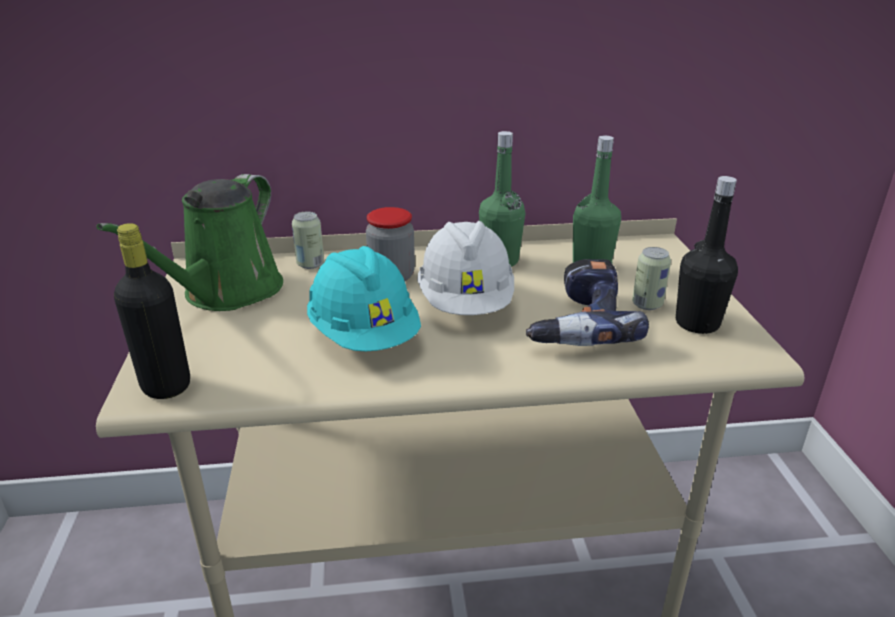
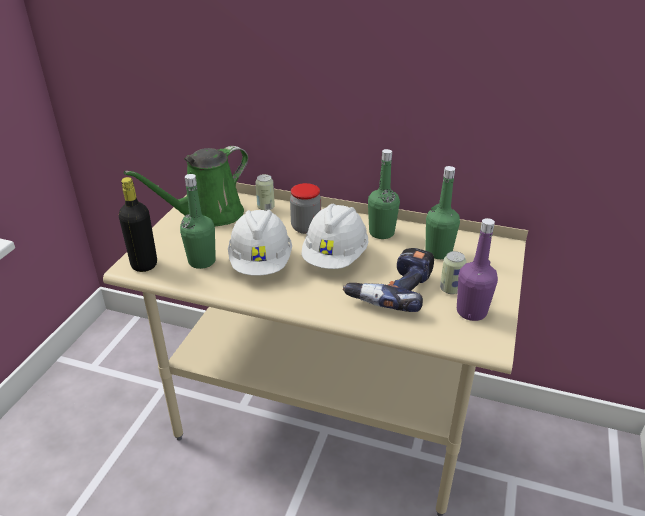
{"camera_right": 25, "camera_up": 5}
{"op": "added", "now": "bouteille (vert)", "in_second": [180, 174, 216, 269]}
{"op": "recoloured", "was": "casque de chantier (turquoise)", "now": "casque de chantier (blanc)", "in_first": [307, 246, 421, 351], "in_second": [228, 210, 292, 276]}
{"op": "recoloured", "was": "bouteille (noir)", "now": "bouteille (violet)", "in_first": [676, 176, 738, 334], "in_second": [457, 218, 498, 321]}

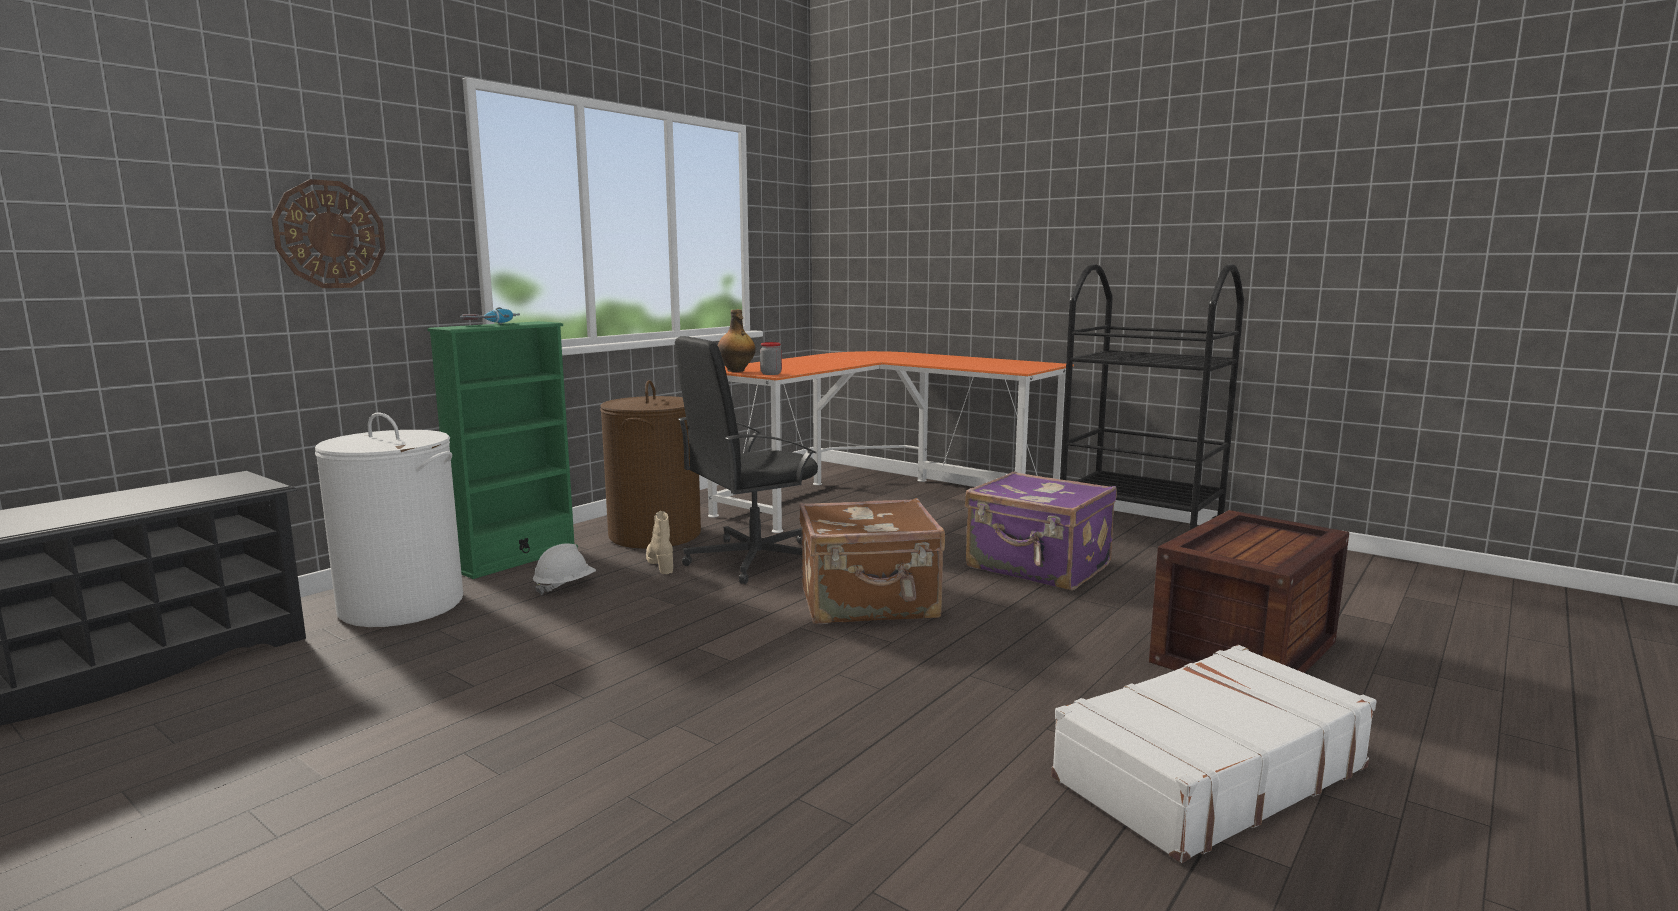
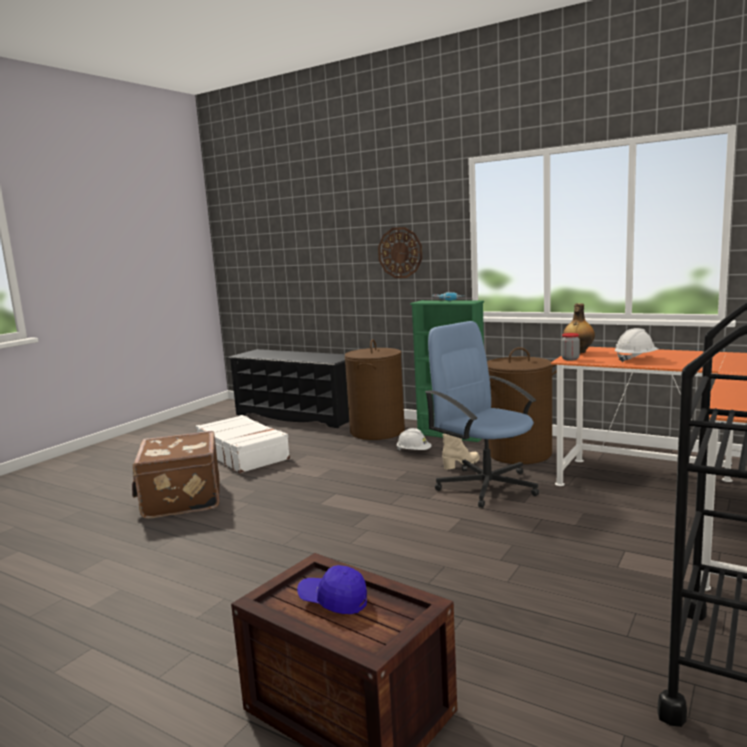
{"camera_right": 85, "camera_up": 0}
{"op": "moved", "was": "valise (marron)", "in_first": [799, 498, 945, 624], "in_second": [132, 431, 220, 519]}
{"op": "moved", "was": "valise (blanc)", "in_first": [1051, 645, 1376, 863], "in_second": [196, 415, 290, 473]}
{"op": "added", "now": "casquette (bleu)", "in_second": [297, 565, 367, 614]}
{"op": "recoloured", "was": "panier à linge (blanc)", "now": "panier à linge (marron)", "in_first": [315, 412, 463, 627], "in_second": [344, 339, 405, 440]}
{"op": "recoloured", "was": "chaise de bureau (noir)", "now": "chaise de bureau (bleu)", "in_first": [675, 336, 818, 584], "in_second": [425, 321, 539, 508]}
{"op": "added", "now": "casque de chantier (blanc)", "in_second": [615, 328, 658, 362]}
{"op": "removed", "was": "valise (violet)", "in_first": [965, 471, 1117, 591]}

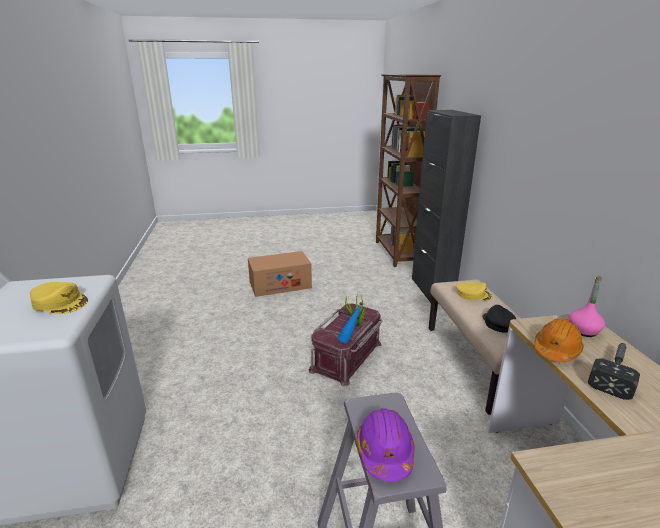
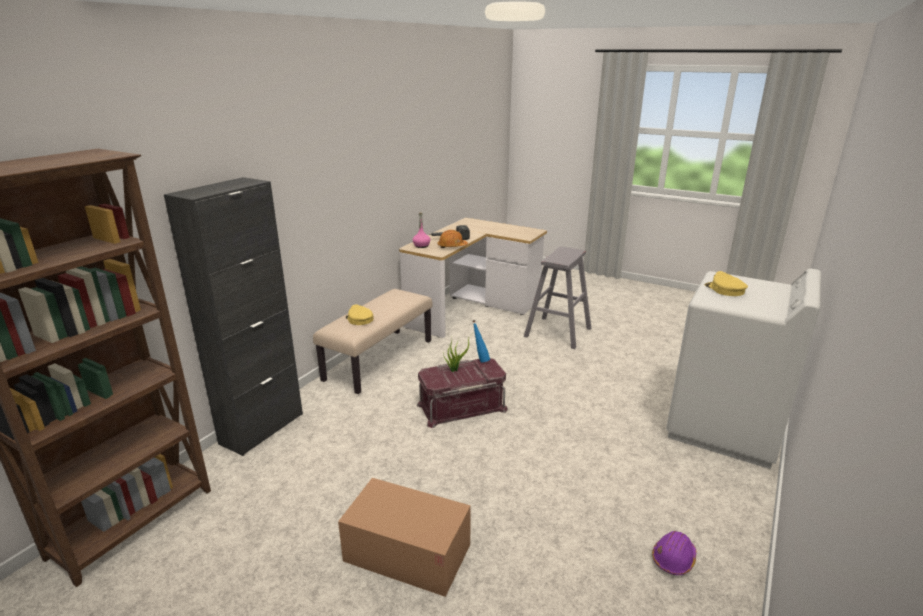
{"camera_right": -140, "camera_up": 0}
{"op": "moved", "was": "casque de chantier (violet)", "in_first": [357, 408, 415, 482], "in_second": [652, 531, 697, 575]}
{"op": "removed", "was": "casquette (noir)", "in_first": [483, 305, 516, 333]}

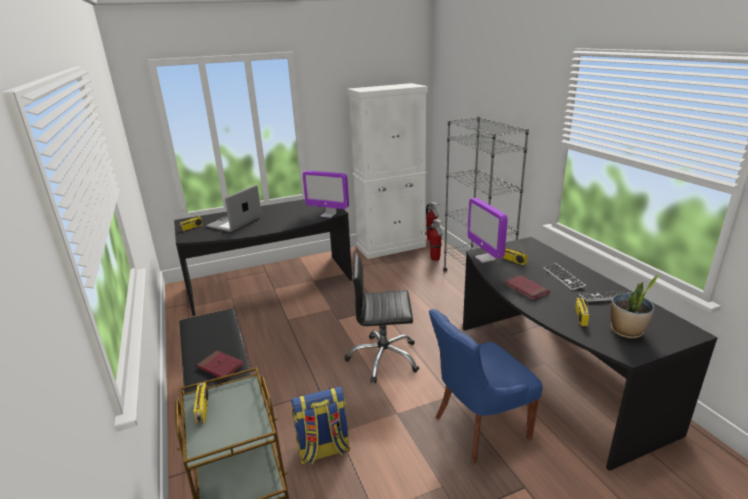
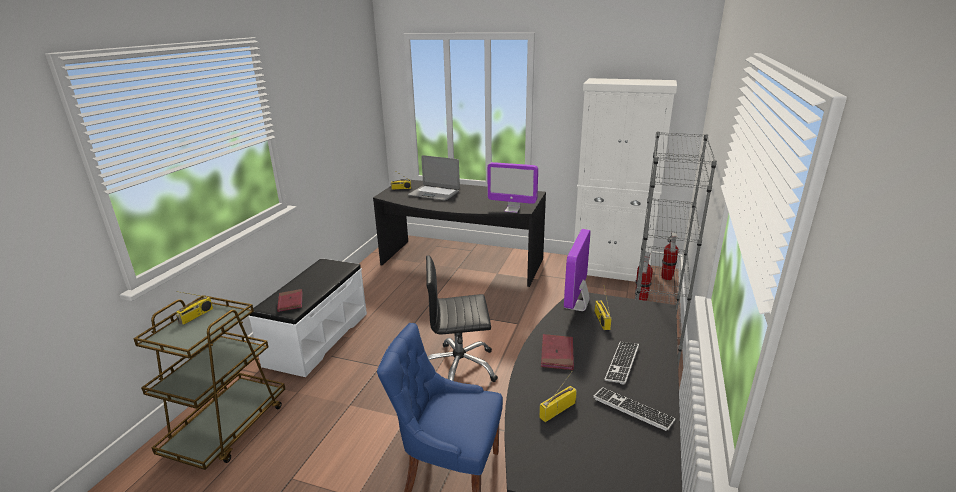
{"camera_right": 40, "camera_up": 0}
{"op": "turned", "was": "ordinateur portable", "in_first": [207, 185, 262, 232], "in_second": [408, 155, 460, 200], "clockwise": -135}
{"op": "turned", "was": "chaise de bureau (noir)", "in_first": [345, 253, 419, 383], "in_second": [426, 255, 498, 382], "clockwise": -45}
{"op": "turned", "was": "écran d'ordinateur", "in_first": [303, 171, 349, 218], "in_second": [487, 162, 538, 213], "clockwise": -45}
{"op": "removed", "was": "sac à dos", "in_first": [291, 386, 350, 465]}
{"op": "removed", "was": "plante en pot", "in_first": [611, 274, 661, 338]}

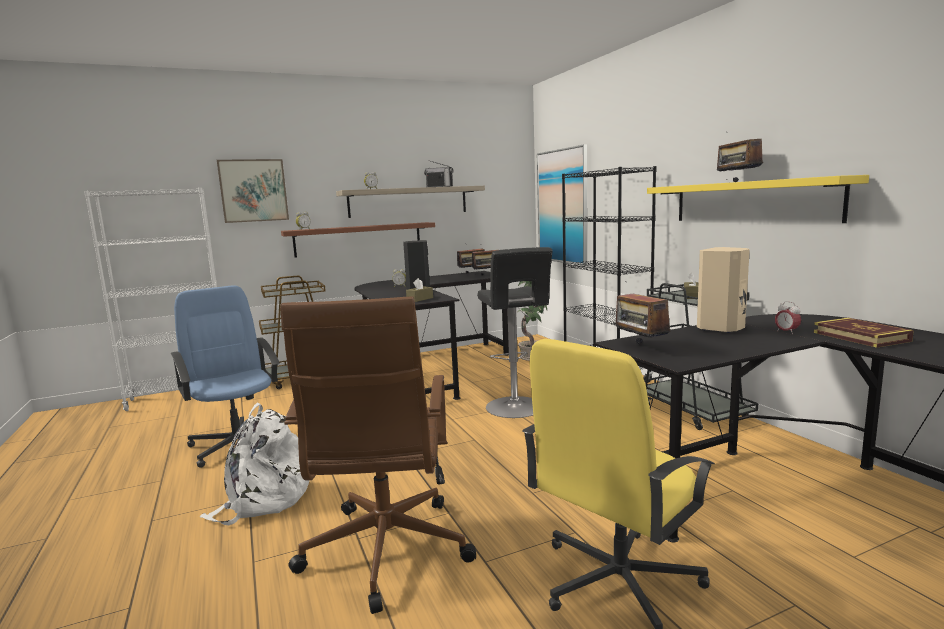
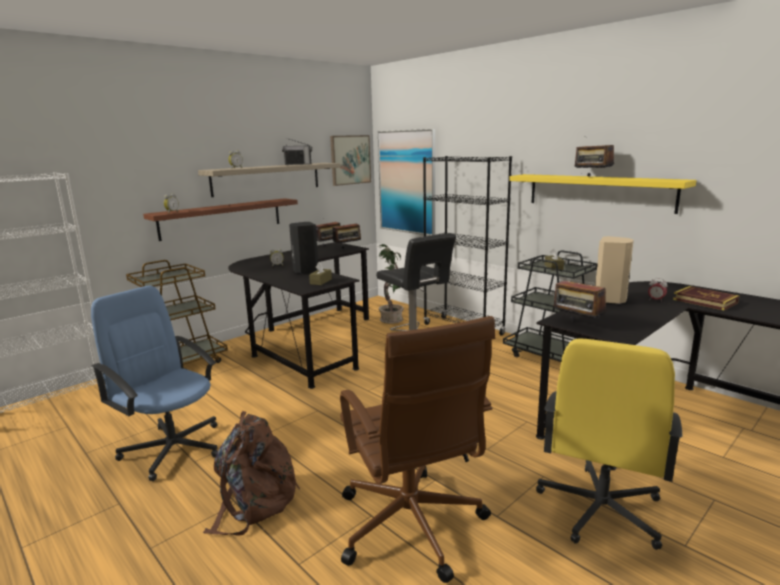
{"camera_right": -20, "camera_up": 5}
{"op": "recoloured", "was": "sac à dos (blanc)", "now": "sac à dos (marron)", "in_first": [199, 403, 310, 525], "in_second": [203, 411, 300, 536]}
{"op": "moved", "was": "tableau", "in_first": [217, 159, 289, 223], "in_second": [330, 135, 371, 186]}

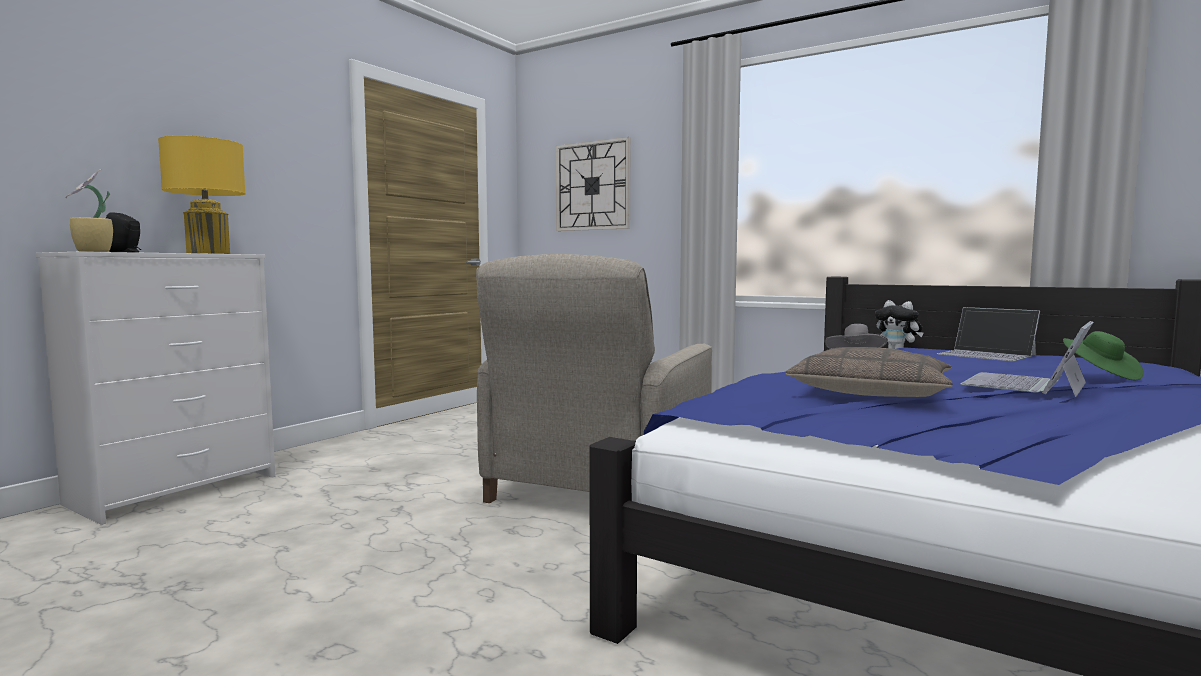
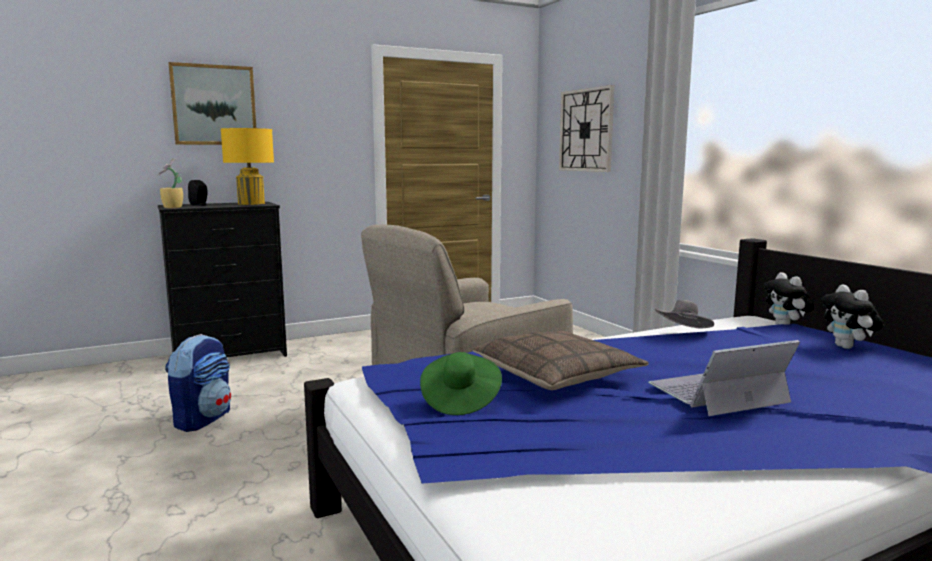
{"camera_right": 30, "camera_up": 5}
{"op": "recoloured", "was": "commode (blanc)", "now": "commode (noir)", "in_first": [36, 252, 275, 525], "in_second": [158, 202, 287, 357]}
{"op": "added", "now": "sac à dos", "in_second": [165, 334, 231, 432]}
{"op": "added", "now": "tableau", "in_second": [169, 62, 256, 145]}
{"op": "moved", "was": "chapeau (vert)", "in_first": [1063, 331, 1144, 380], "in_second": [420, 352, 502, 415]}
{"op": "replaced", "was": "ordinateur portable", "now": "peluche", "in_first": [937, 307, 1040, 361], "in_second": [821, 284, 883, 349]}

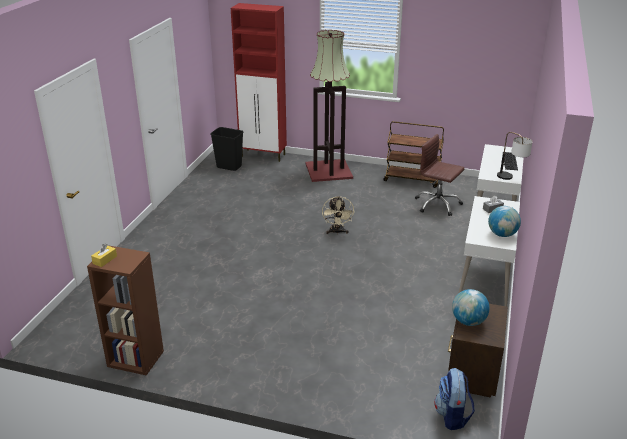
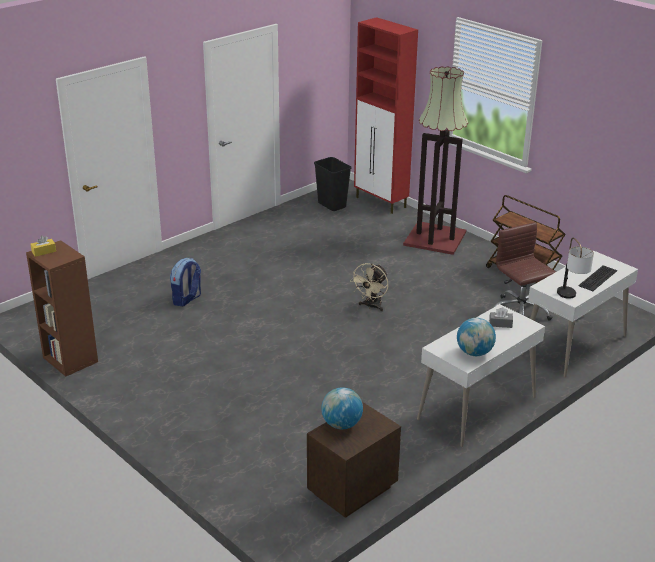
{"camera_right": 30, "camera_up": 0}
{"op": "moved", "was": "sac à dos", "in_first": [434, 368, 475, 430], "in_second": [170, 258, 201, 307]}

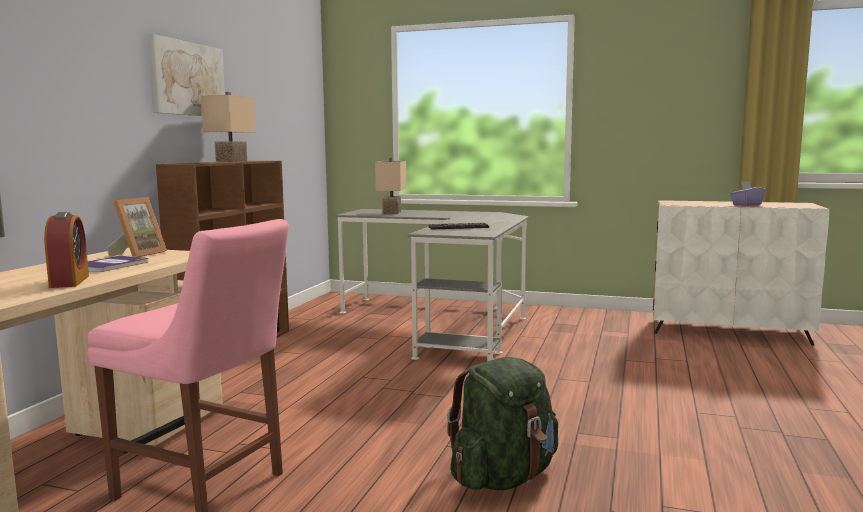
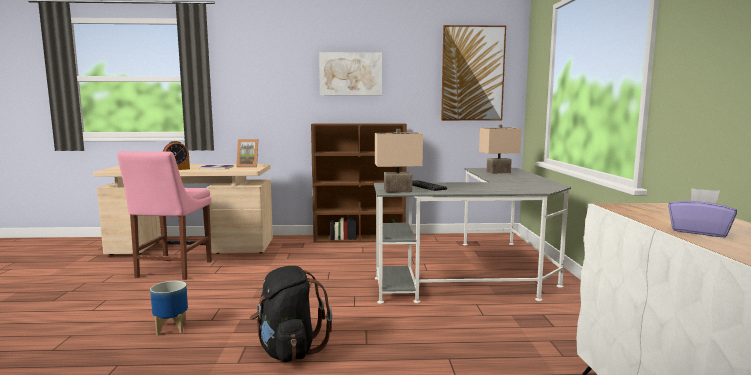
{"camera_right": 70, "camera_up": 0}
{"op": "replaced", "was": "sac à dos (vert)", "now": "cache-pot", "in_first": [447, 357, 558, 490], "in_second": [150, 281, 188, 336]}
{"op": "added", "now": "sac à dos (noir)", "in_second": [250, 266, 332, 362]}
{"op": "moved", "was": "lampe de table (beige)", "in_first": [201, 92, 256, 162], "in_second": [375, 129, 423, 193]}
{"op": "added", "now": "tableau", "in_second": [441, 25, 506, 121]}

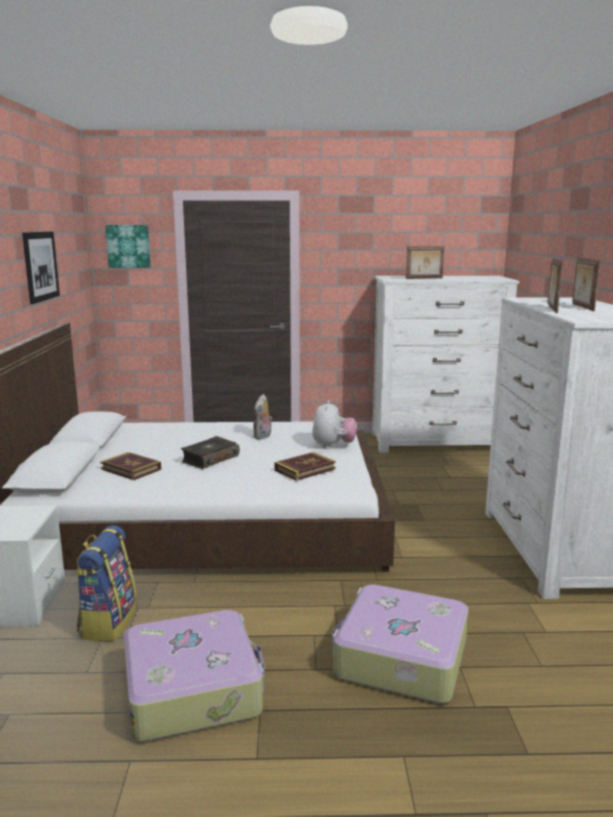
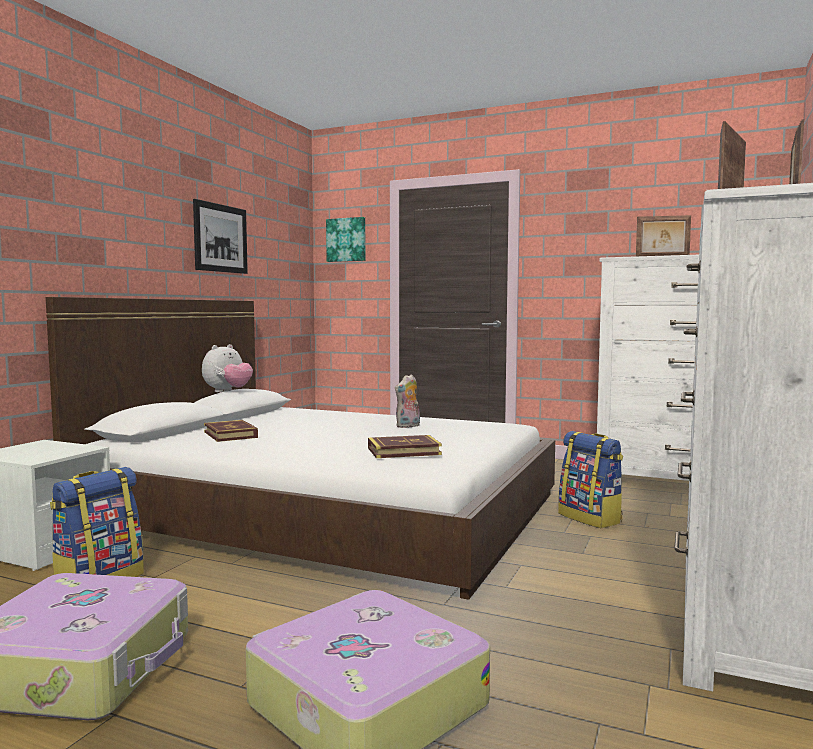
{"camera_right": 25, "camera_up": -10}
{"op": "moved", "was": "peluche", "in_first": [312, 400, 357, 449], "in_second": [202, 344, 253, 392]}
{"op": "added", "now": "sac à dos", "in_second": [558, 431, 623, 528]}
{"op": "removed", "was": "livre", "in_first": [181, 436, 240, 469]}

